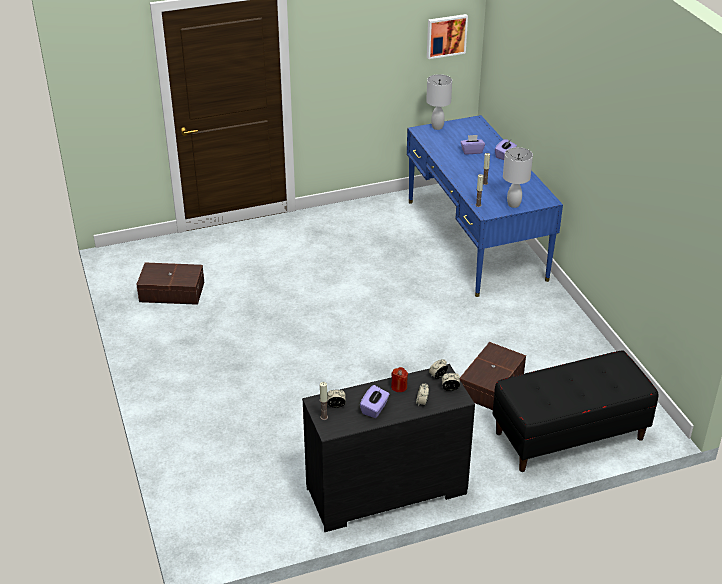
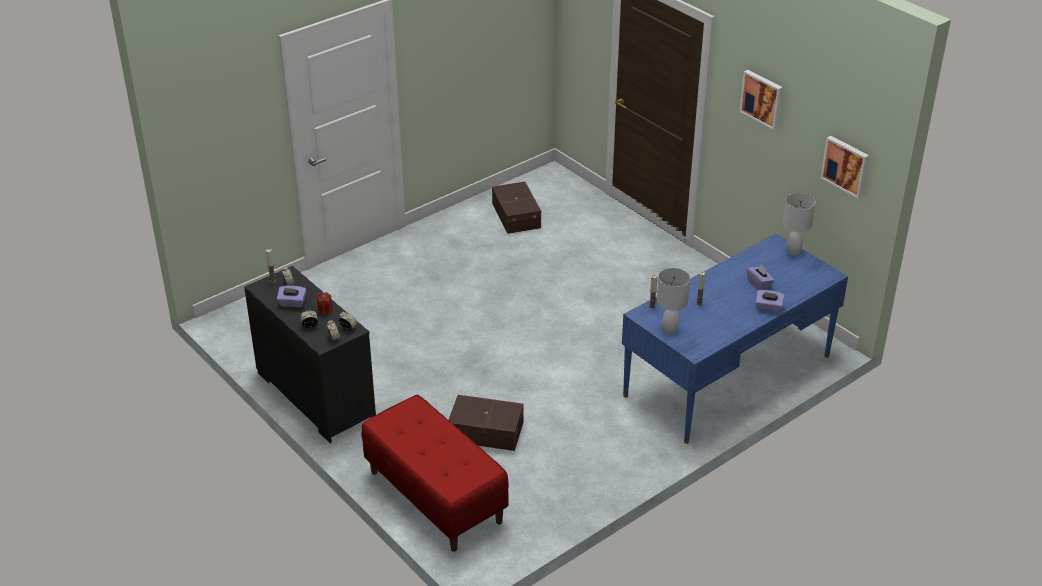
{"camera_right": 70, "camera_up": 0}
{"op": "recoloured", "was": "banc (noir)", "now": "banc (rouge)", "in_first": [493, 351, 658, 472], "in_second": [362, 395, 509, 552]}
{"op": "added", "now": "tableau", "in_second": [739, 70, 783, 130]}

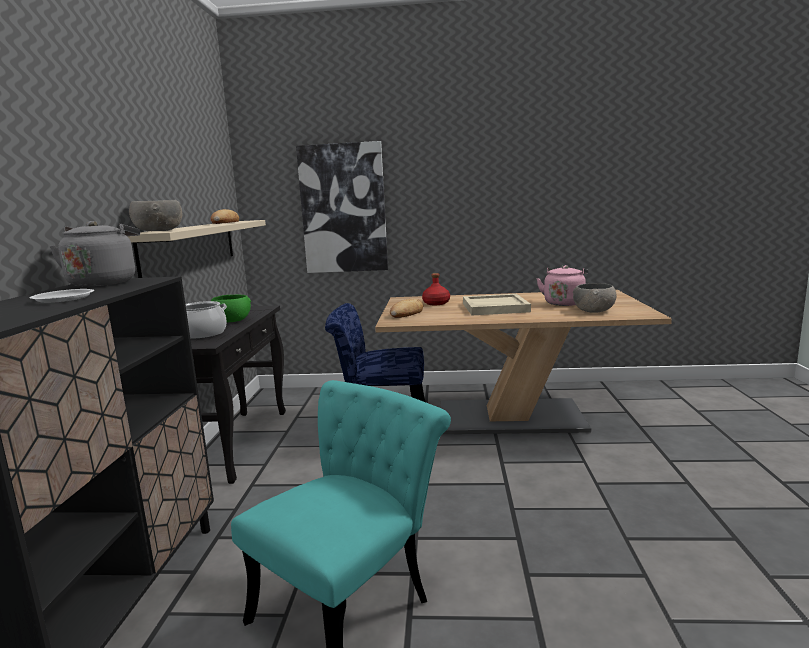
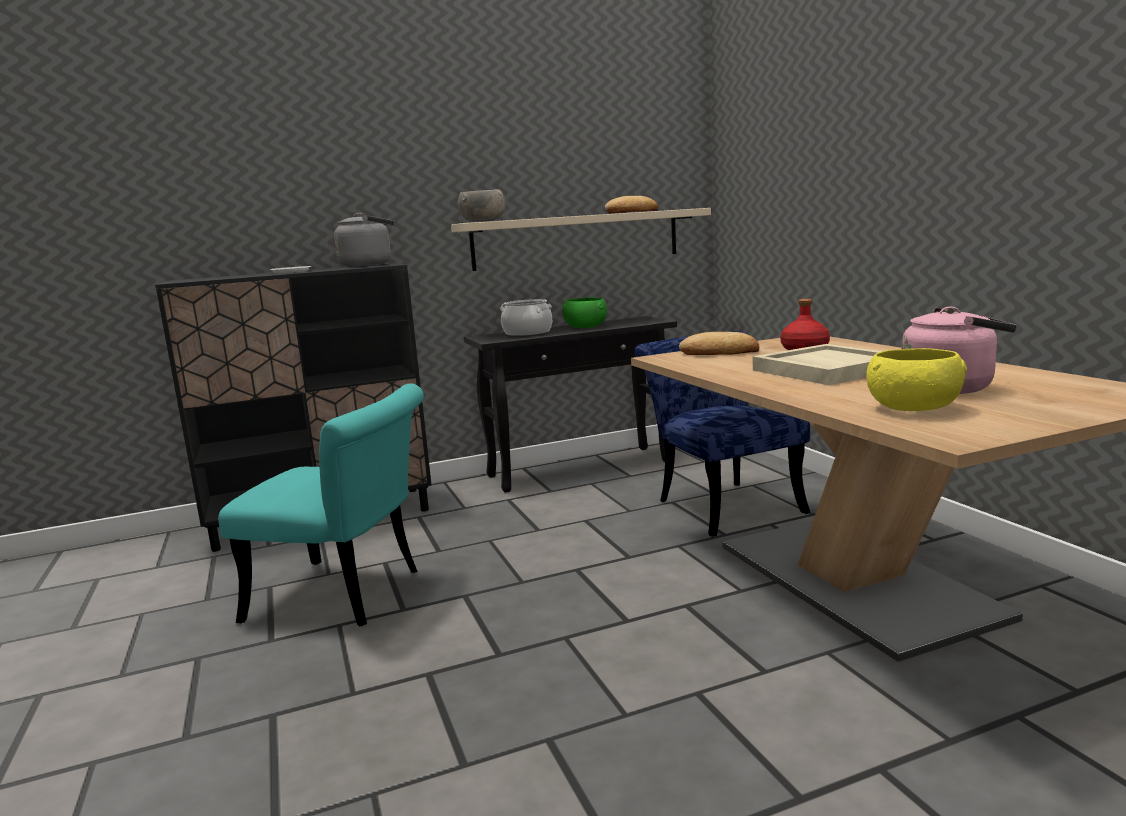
{"camera_right": 65, "camera_up": 0}
{"op": "recoloured", "was": "bol (gris)", "now": "bol (jaune)", "in_first": [573, 283, 617, 313], "in_second": [866, 348, 967, 411]}
{"op": "removed", "was": "tableau", "in_first": [296, 141, 388, 273]}

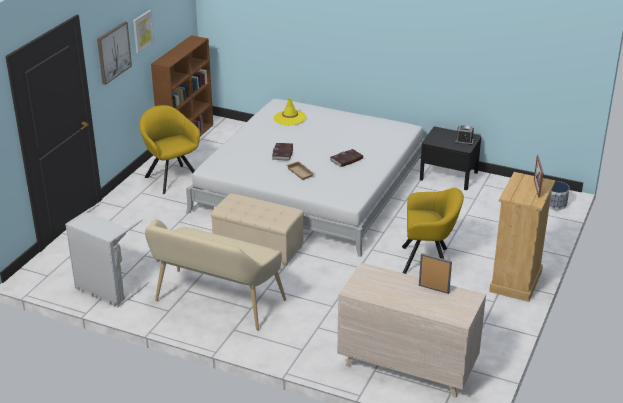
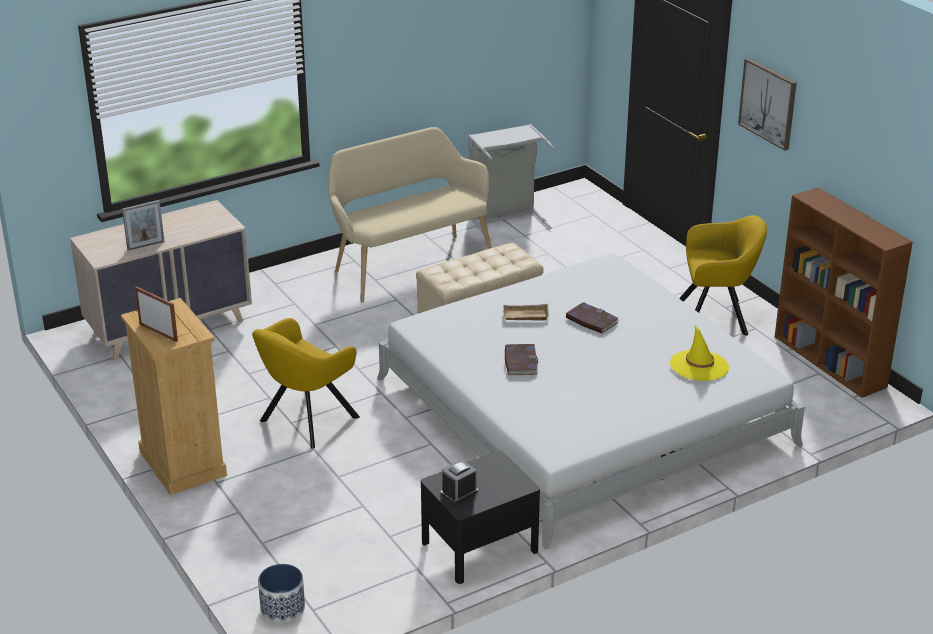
{"camera_right": 125, "camera_up": 0}
{"op": "removed", "was": "tableau", "in_first": [133, 10, 154, 53]}

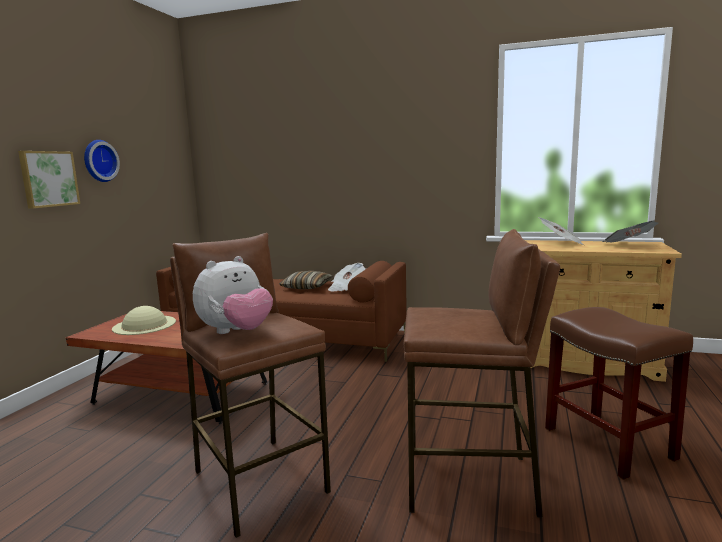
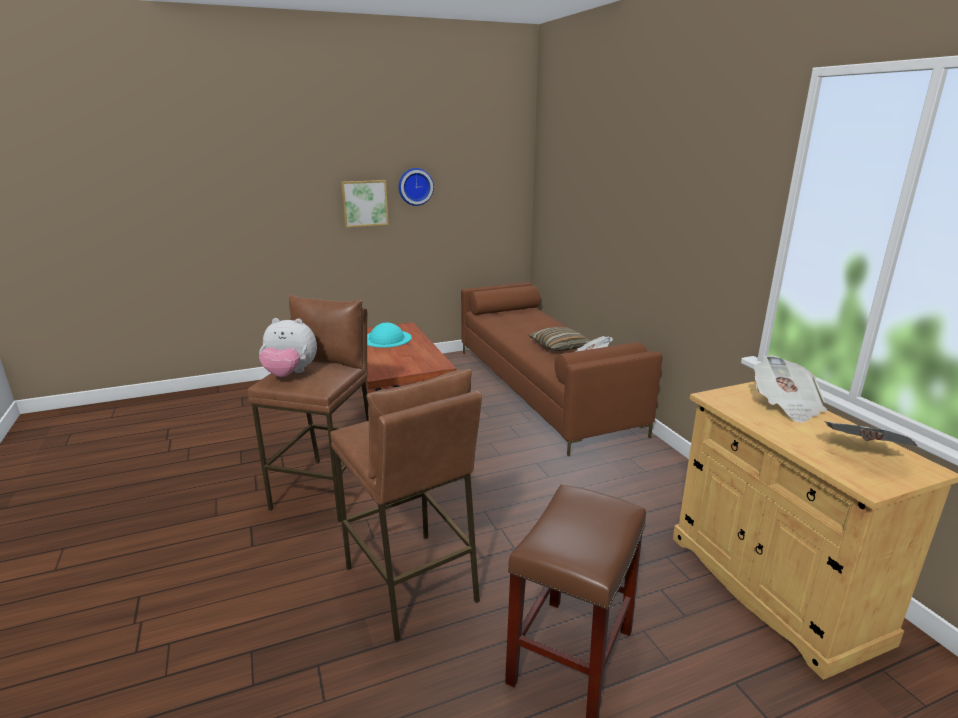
{"camera_right": 50, "camera_up": 10}
{"op": "recoloured", "was": "chapeau (beige)", "now": "chapeau (turquoise)", "in_first": [112, 306, 176, 335], "in_second": [367, 323, 412, 348]}

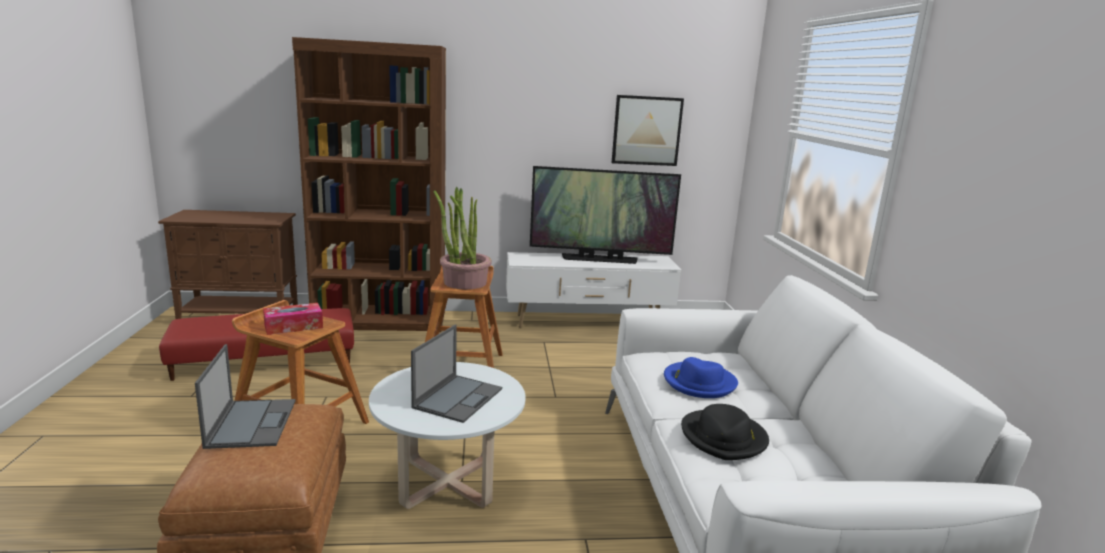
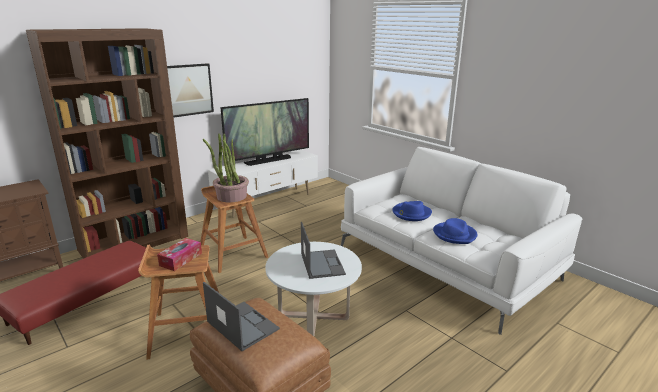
{"camera_right": -35, "camera_up": 5}
{"op": "moved", "was": "tableau", "in_first": [612, 95, 684, 166], "in_second": [167, 63, 214, 118]}
{"op": "recoloured", "was": "chapeau (noir)", "now": "chapeau (bleu)", "in_first": [681, 404, 769, 460], "in_second": [433, 218, 477, 244]}

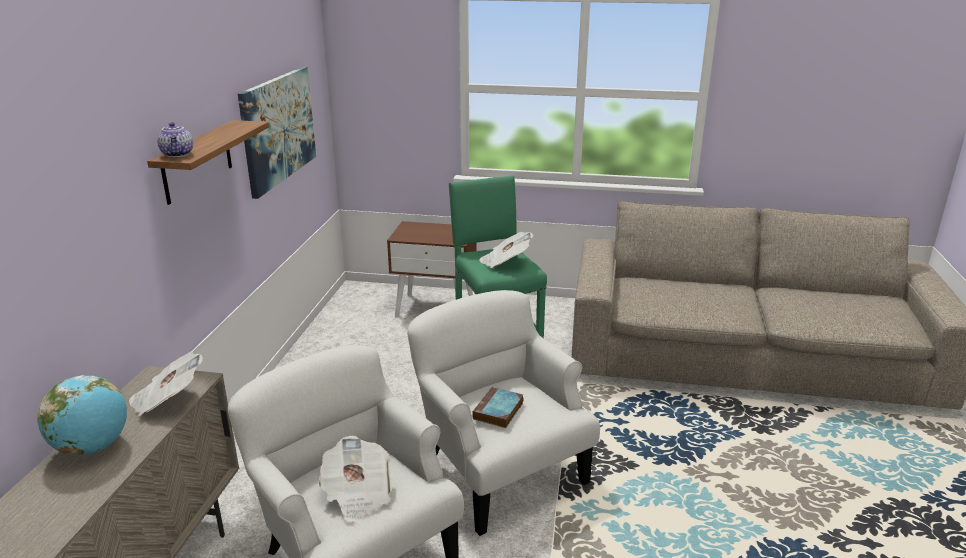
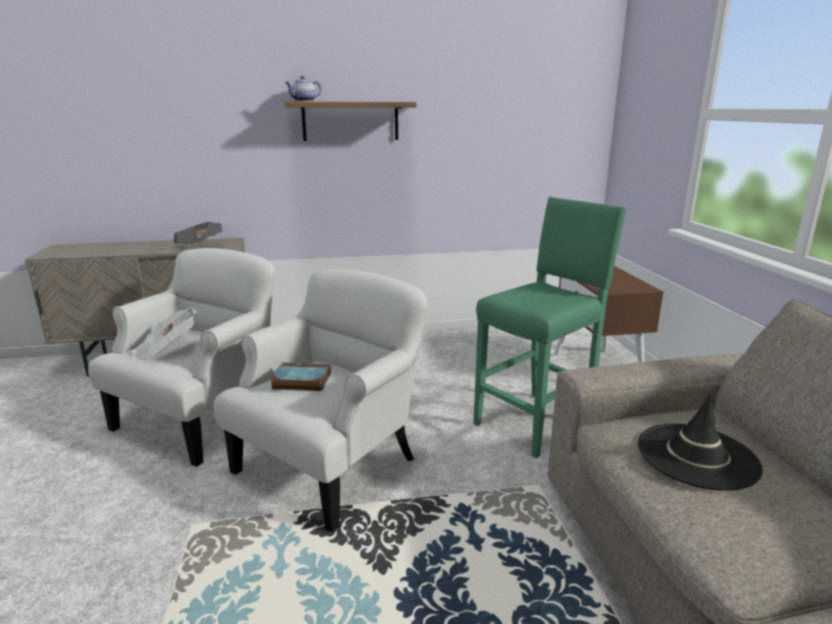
{"camera_right": 70, "camera_up": -5}
{"op": "added", "now": "chapeau (noir)", "in_second": [638, 394, 763, 491]}
{"op": "removed", "was": "globe", "in_first": [37, 375, 127, 455]}
{"op": "removed", "was": "tableau", "in_first": [238, 67, 316, 199]}
{"op": "removed", "was": "journal", "in_first": [479, 232, 533, 268]}

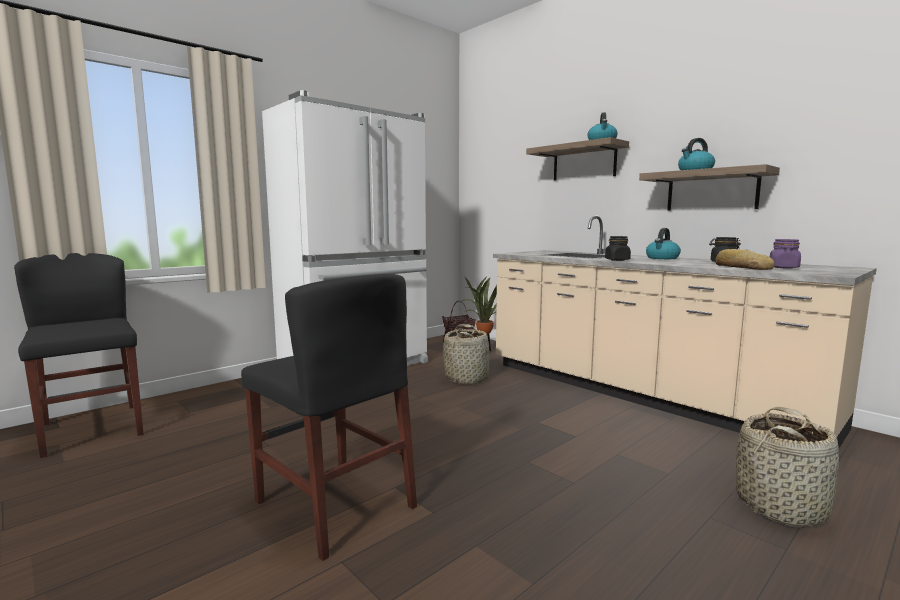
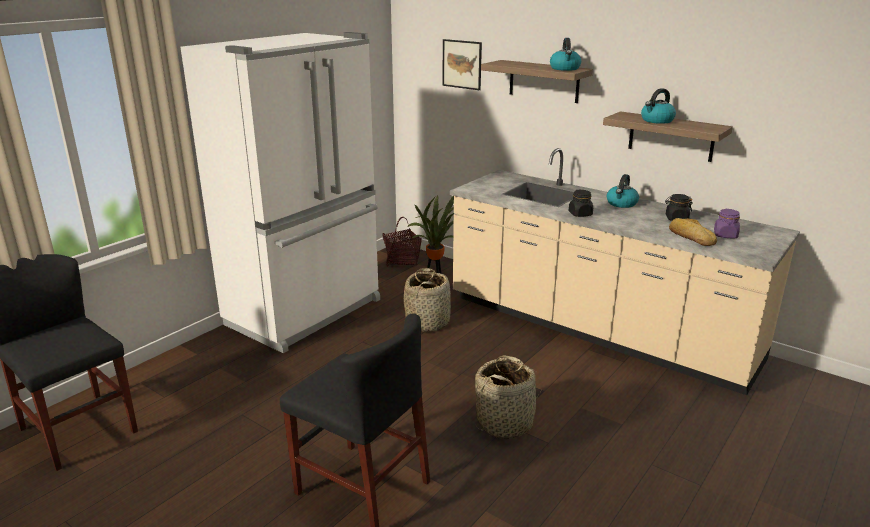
{"camera_right": -10, "camera_up": 15}
{"op": "added", "now": "tableau", "in_second": [443, 39, 482, 90]}
{"op": "moved", "was": "panier", "in_first": [736, 407, 839, 528], "in_second": [475, 355, 542, 439]}

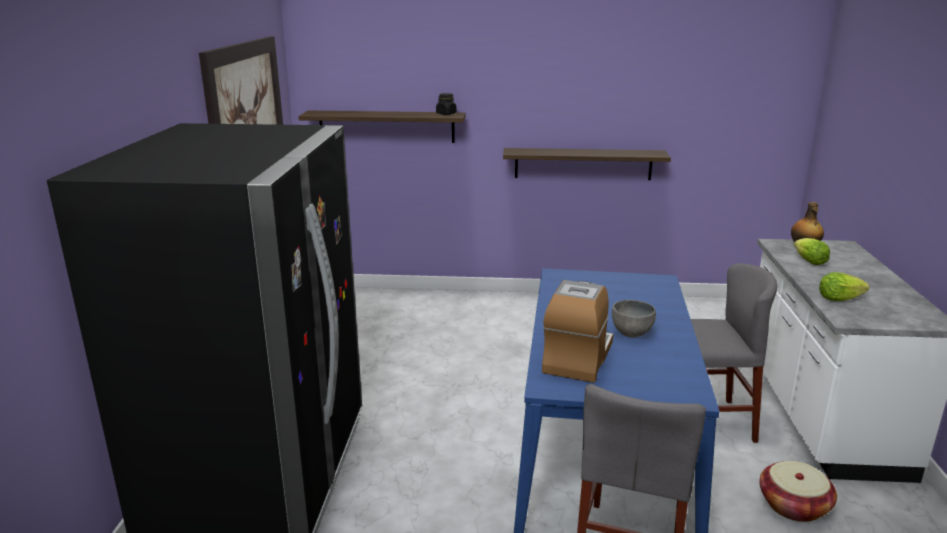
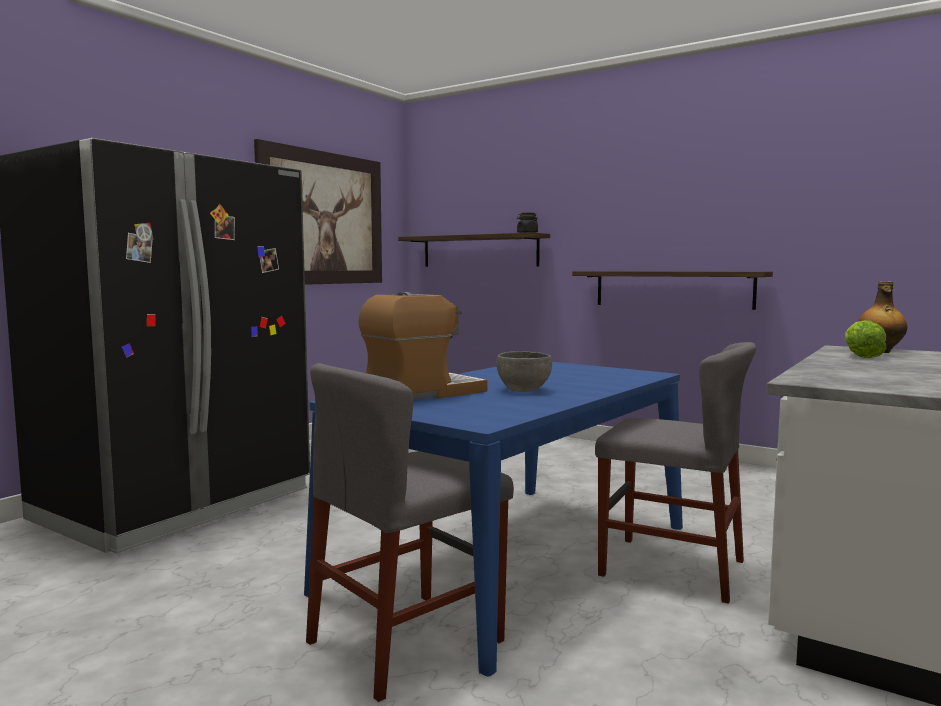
{"camera_right": 30, "camera_up": -15}
{"op": "removed", "was": "panier", "in_first": [759, 461, 837, 522]}
{"op": "removed", "was": "laitue", "in_first": [819, 272, 869, 301]}

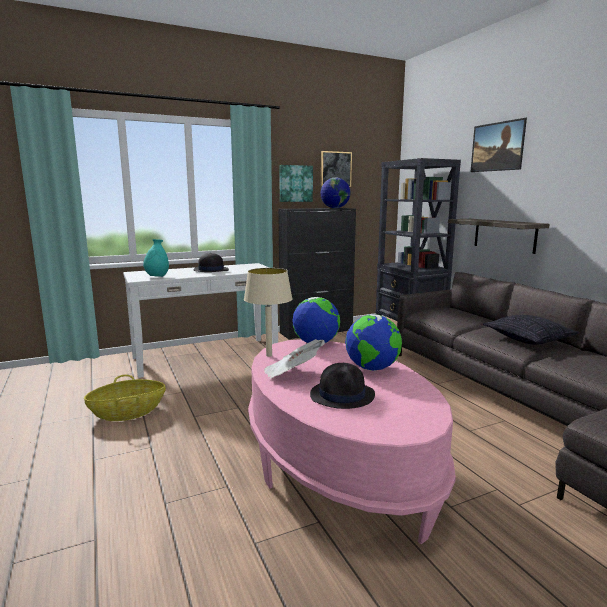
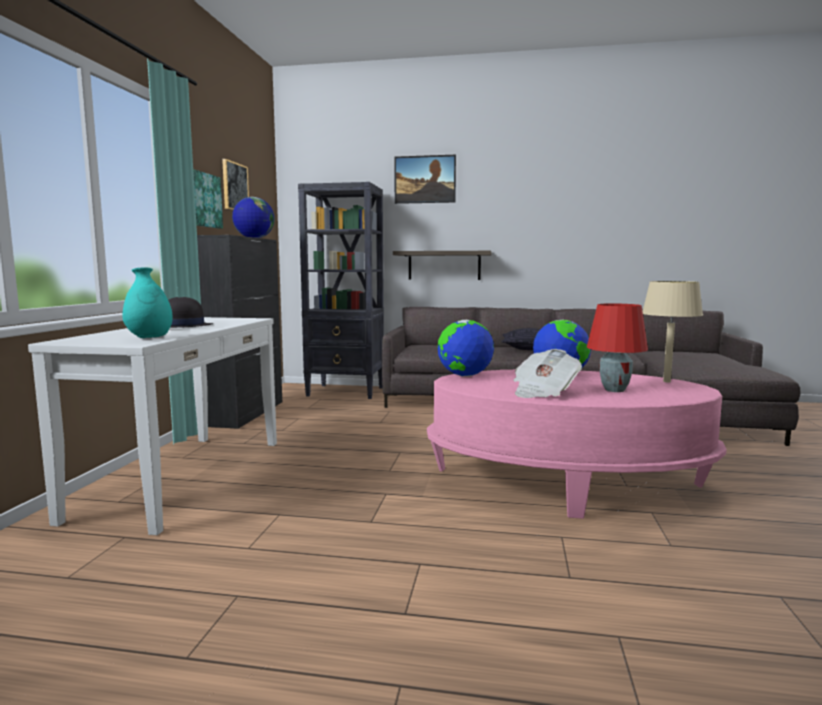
{"camera_right": -55, "camera_up": -5}
{"op": "replaced", "was": "chapeau (noir)", "now": "lampe de table (rouge)", "in_first": [310, 363, 375, 409], "in_second": [587, 303, 648, 392]}
{"op": "moved", "was": "lampe de table (beige)", "in_first": [244, 268, 293, 357], "in_second": [643, 281, 703, 382]}
{"op": "removed", "was": "panier", "in_first": [84, 375, 166, 421]}

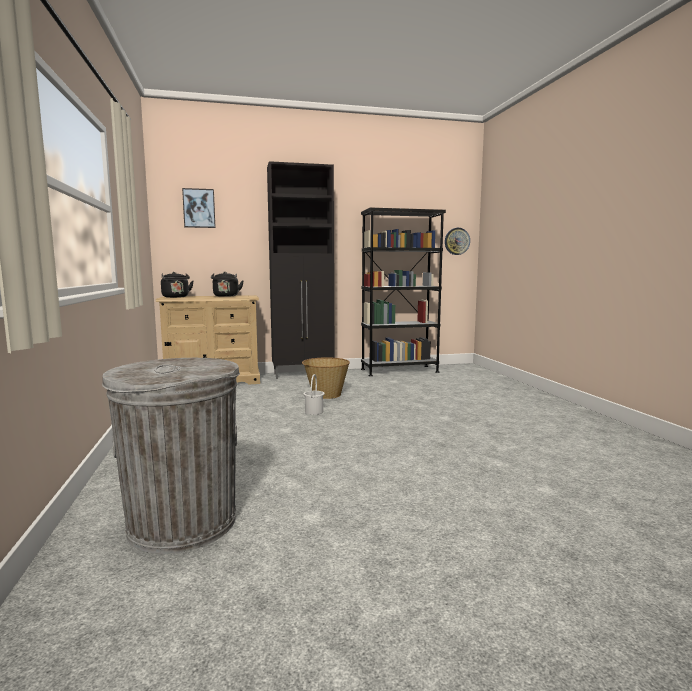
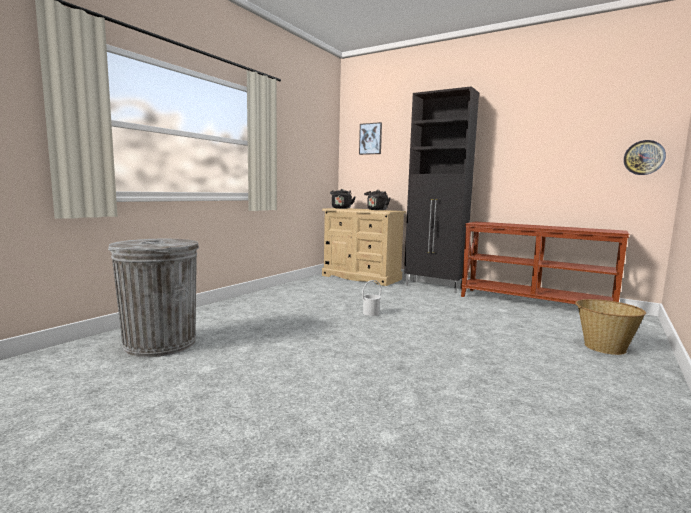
{"camera_right": 45, "camera_up": 0}
{"op": "replaced", "was": "bibliothèque (noir)", "now": "table console (marron)", "in_first": [361, 207, 446, 376], "in_second": [461, 222, 629, 304]}
{"op": "moved", "was": "panier", "in_first": [302, 357, 350, 399], "in_second": [575, 299, 646, 355]}

